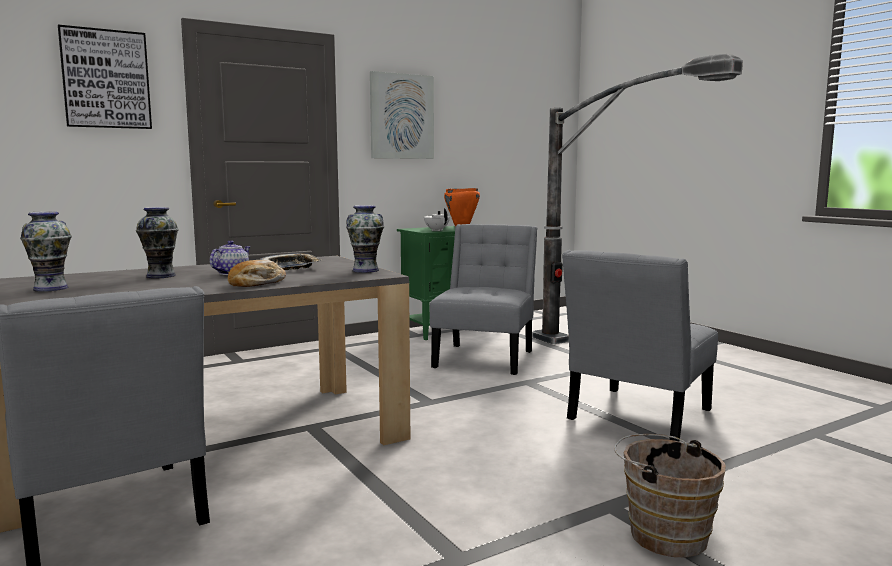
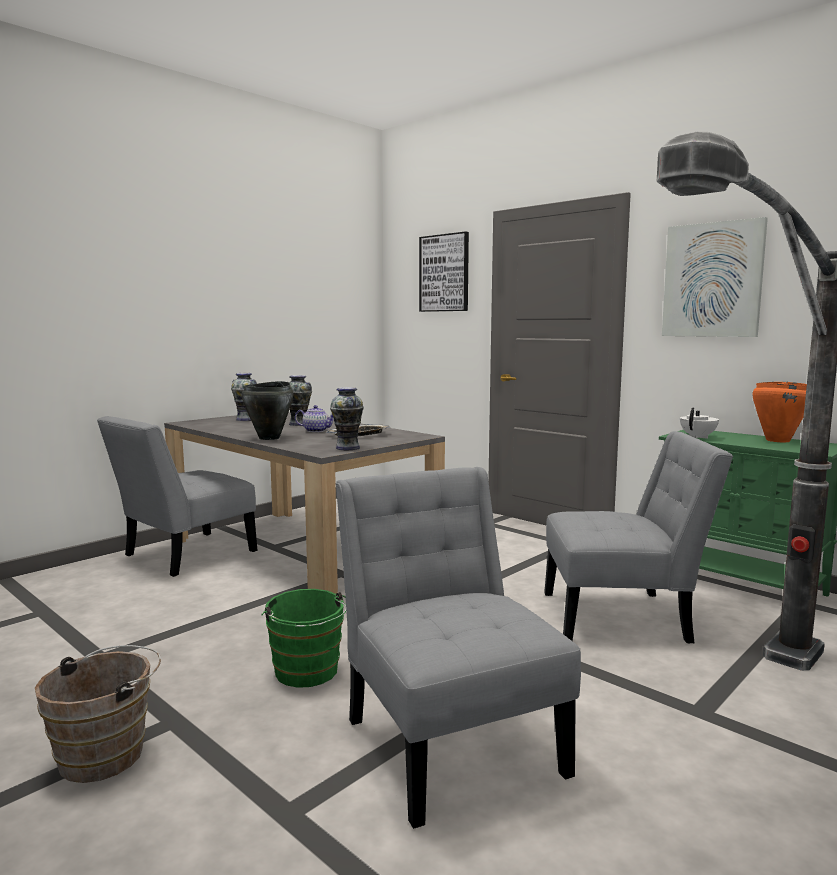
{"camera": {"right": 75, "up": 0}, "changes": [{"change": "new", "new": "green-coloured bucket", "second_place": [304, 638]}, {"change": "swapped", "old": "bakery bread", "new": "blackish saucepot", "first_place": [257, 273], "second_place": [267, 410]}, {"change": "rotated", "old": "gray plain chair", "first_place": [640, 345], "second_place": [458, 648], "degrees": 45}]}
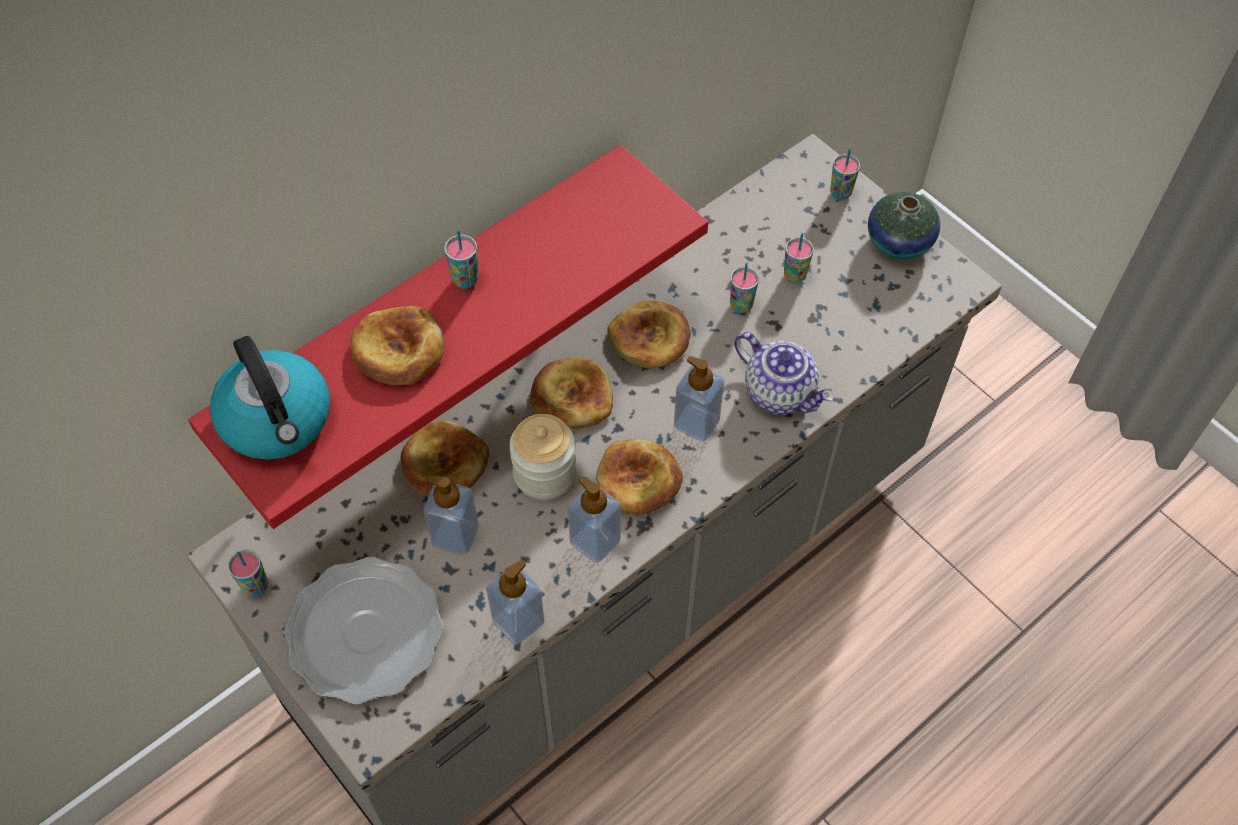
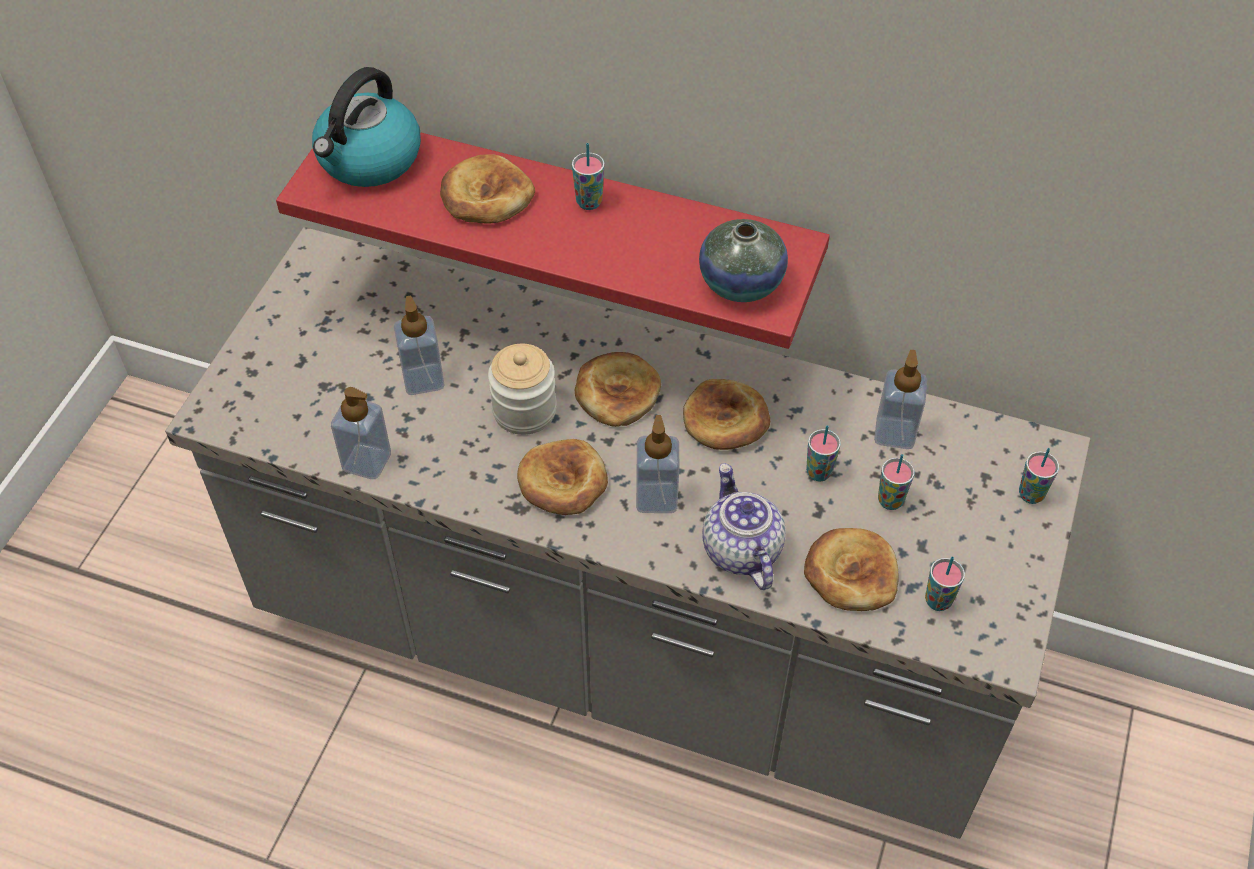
{"camera": {"right": 60, "up": -5}, "changes": [{"change": "gone", "old": "flat dish", "first_place": [363, 631]}, {"change": "shifted", "old": "small cup", "first_place": [248, 572], "second_place": [945, 583]}, {"change": "shifted", "old": "bakery bread", "first_place": [445, 458], "second_place": [851, 569]}, {"change": "shifted", "old": "soap bottle", "first_place": [594, 520], "second_place": [900, 399]}, {"change": "shifted", "old": "decorative vase", "first_place": [904, 226], "second_place": [743, 260]}, {"change": "rotated", "old": "tea pot", "first_place": [784, 373], "second_place": [744, 526], "degrees": 150}]}
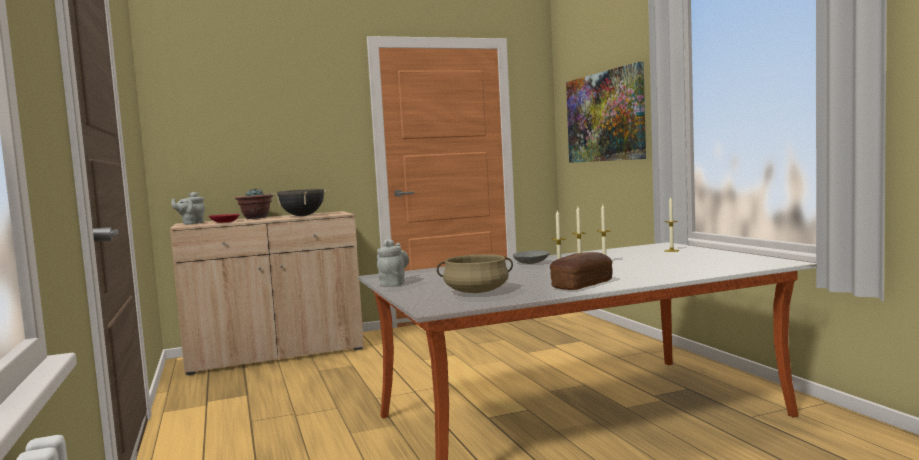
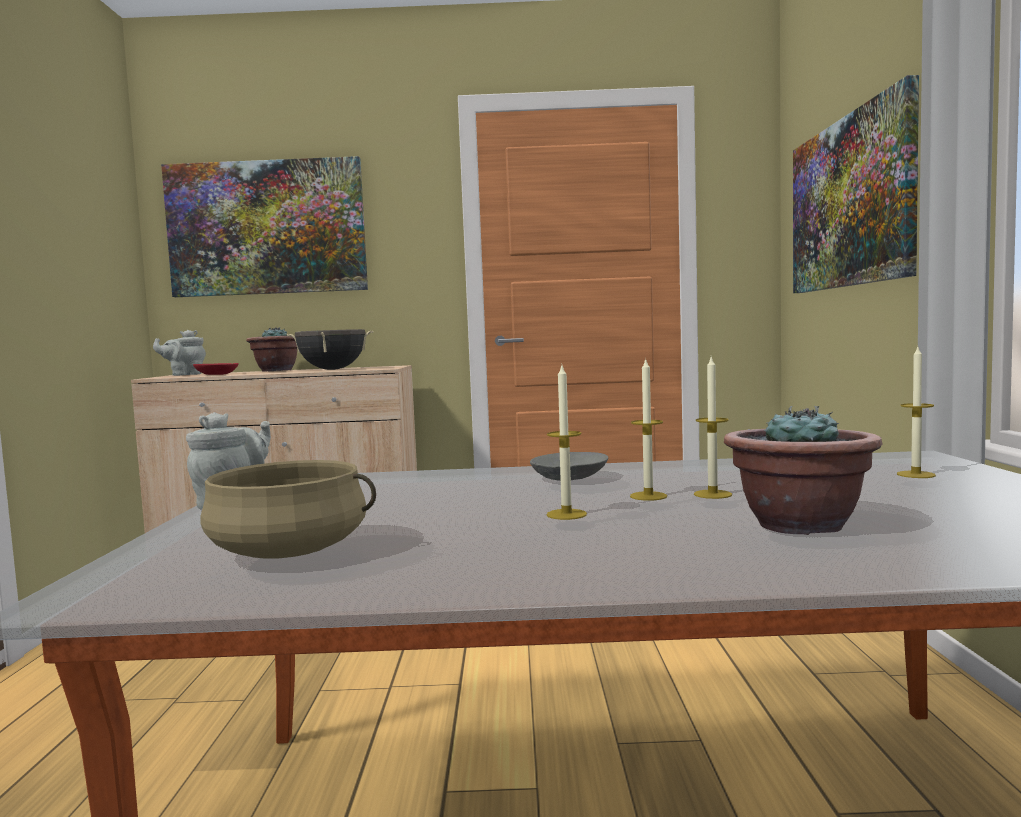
{"camera": {"right": 20, "up": 0}, "changes": [{"change": "gone", "old": "bakery bread", "first_place": [581, 271]}, {"change": "new", "new": "wall art", "second_place": [264, 226]}, {"change": "new", "new": "potted plant", "second_place": [803, 470]}]}
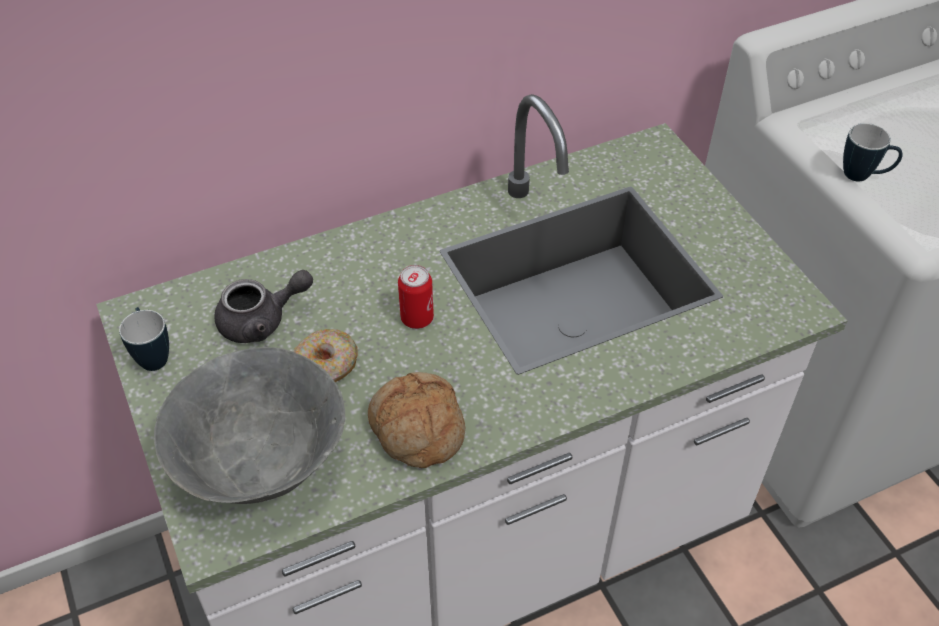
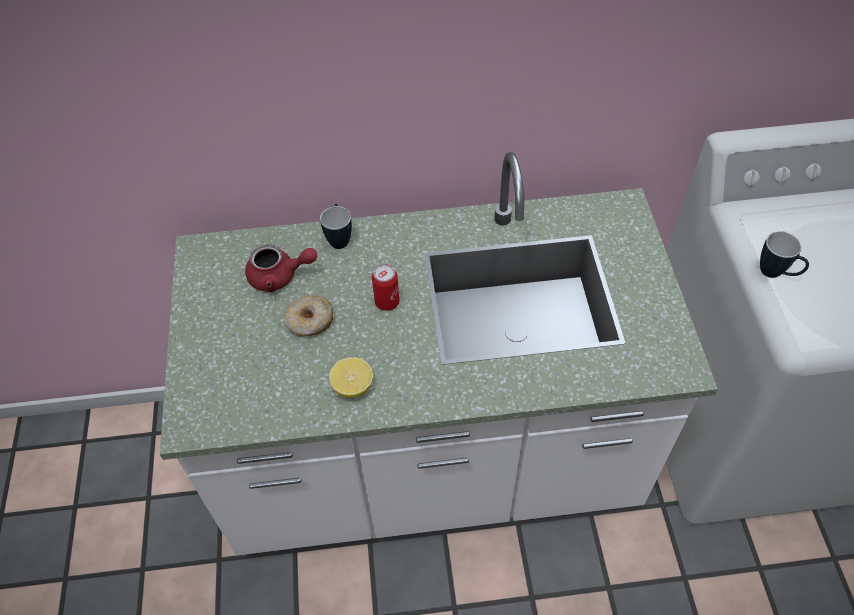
{"camera": {"right": 20, "up": 5}, "changes": [{"change": "gone", "old": "gray bowl", "first_place": [249, 425]}, {"change": "shifted", "old": "mug", "first_place": [144, 339], "second_place": [336, 226]}, {"change": "swapped", "old": "bakery bread", "new": "whole lemon", "first_place": [416, 420], "second_place": [351, 377]}, {"change": "repainted", "old": "gray tea pot", "new": "reddish tea pot", "first_place": [263, 306], "second_place": [281, 268]}]}
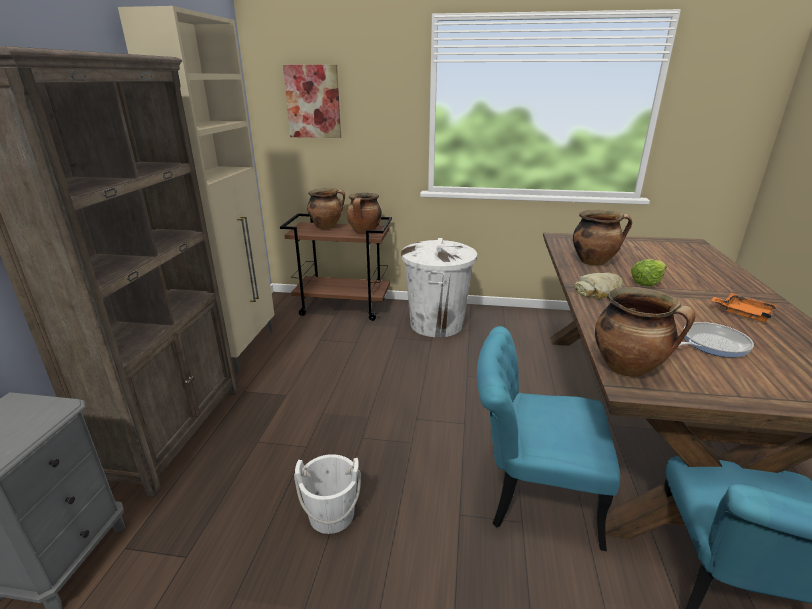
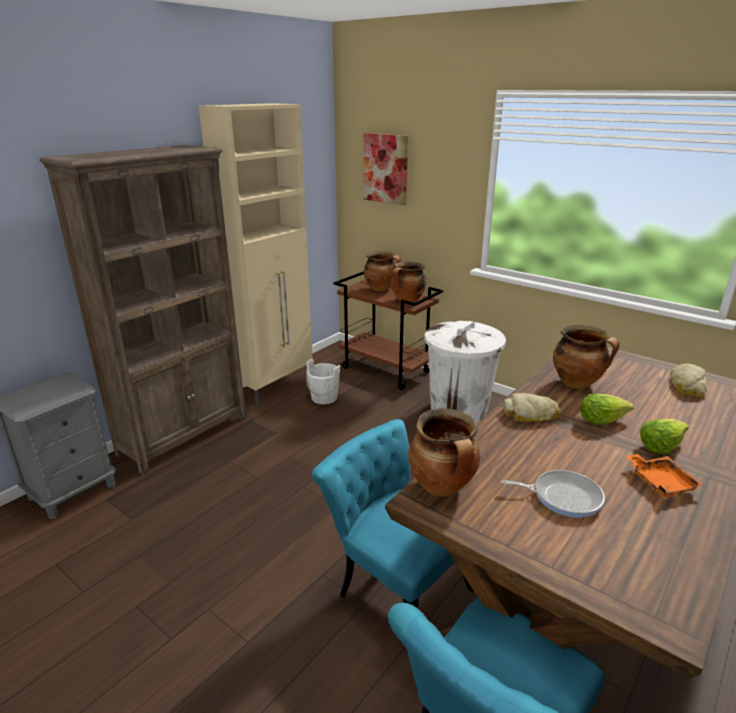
{"camera": {"right": 30, "up": 0}, "changes": [{"change": "new", "new": "lettuce", "second_place": [664, 436]}, {"change": "new", "new": "bakery bread", "second_place": [689, 380]}, {"change": "shifted", "old": "whitish bucket", "first_place": [327, 494], "second_place": [323, 381]}]}
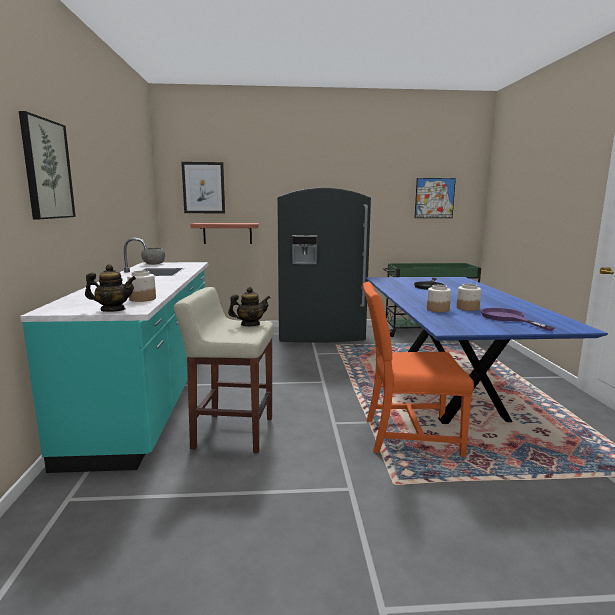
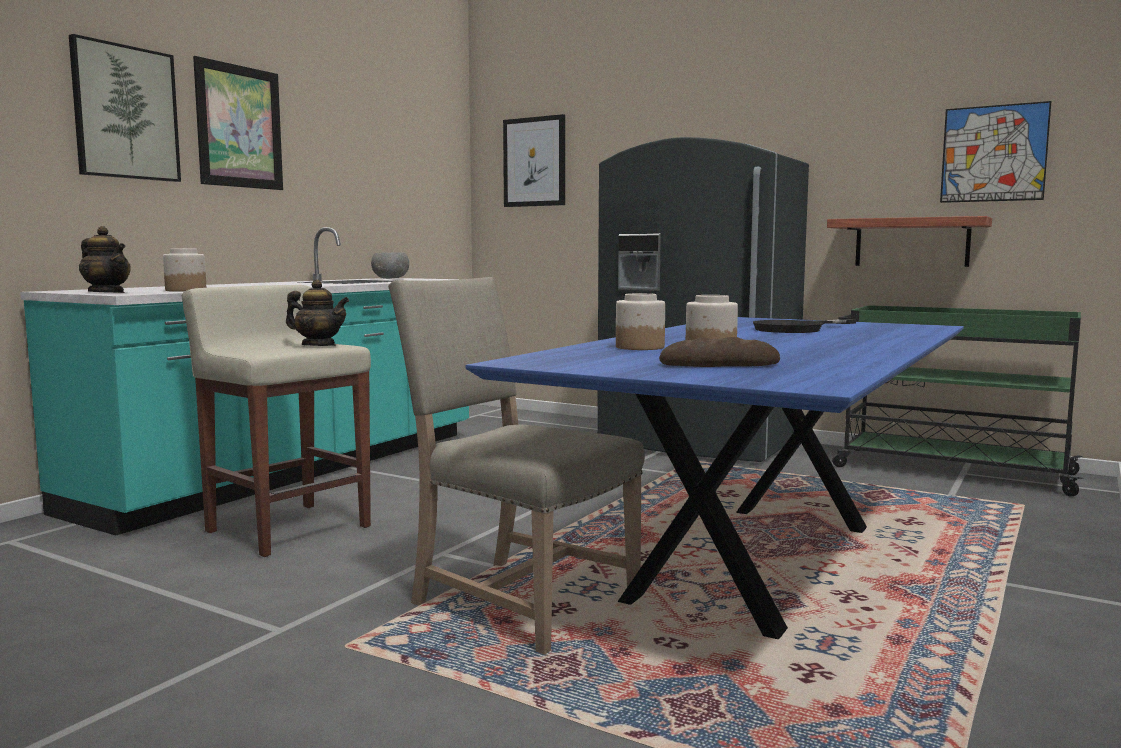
{"camera": {"right": 35, "up": -5}, "changes": [{"change": "new", "new": "wall art", "second_place": [238, 123]}, {"change": "shifted", "old": "bracket shelf", "first_place": [225, 233], "second_place": [909, 241]}, {"change": "swapped", "old": "purple-coloured skillet", "new": "bakery bread", "first_place": [517, 319], "second_place": [719, 352]}, {"change": "repainted", "old": "orange-coloured plain chair", "new": "beige plain chair", "first_place": [418, 369], "second_place": [516, 466]}]}
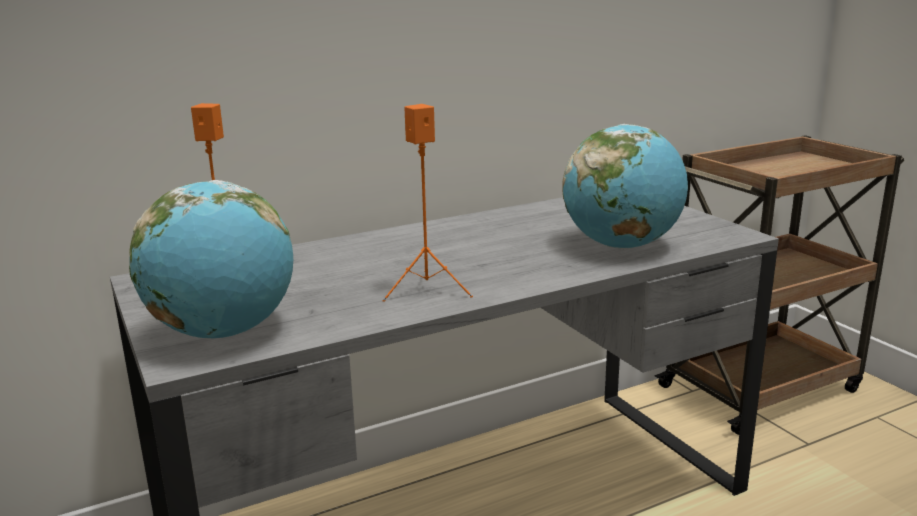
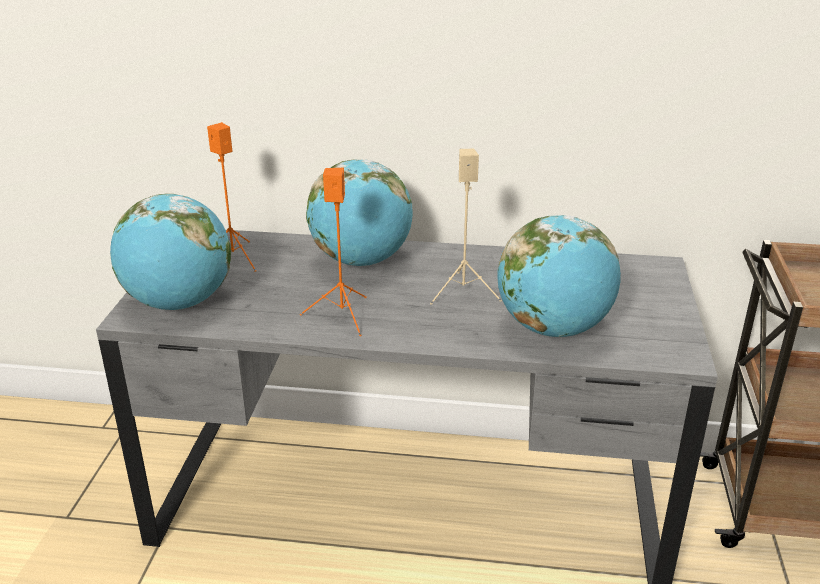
{"camera": {"right": 35, "up": 10}, "changes": [{"change": "new", "new": "globe", "second_place": [359, 212]}, {"change": "new", "new": "beige audio speaker", "second_place": [466, 227]}]}
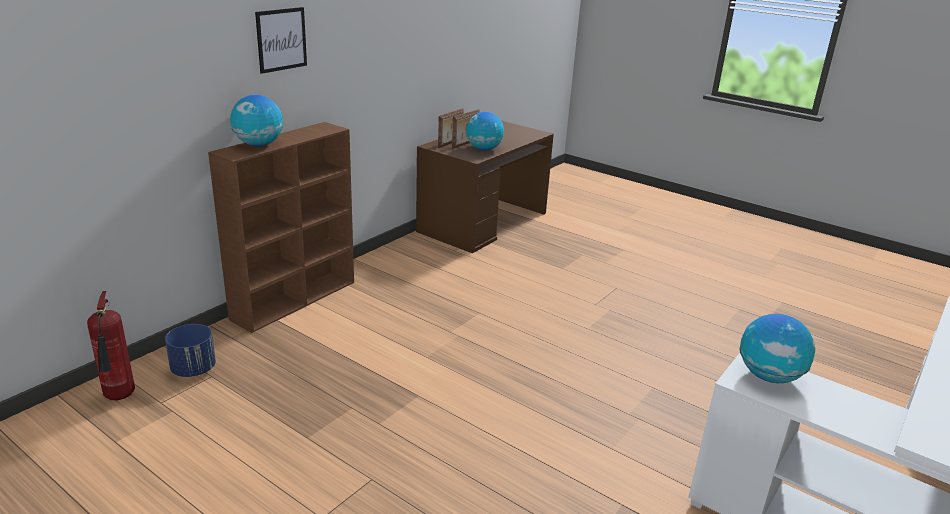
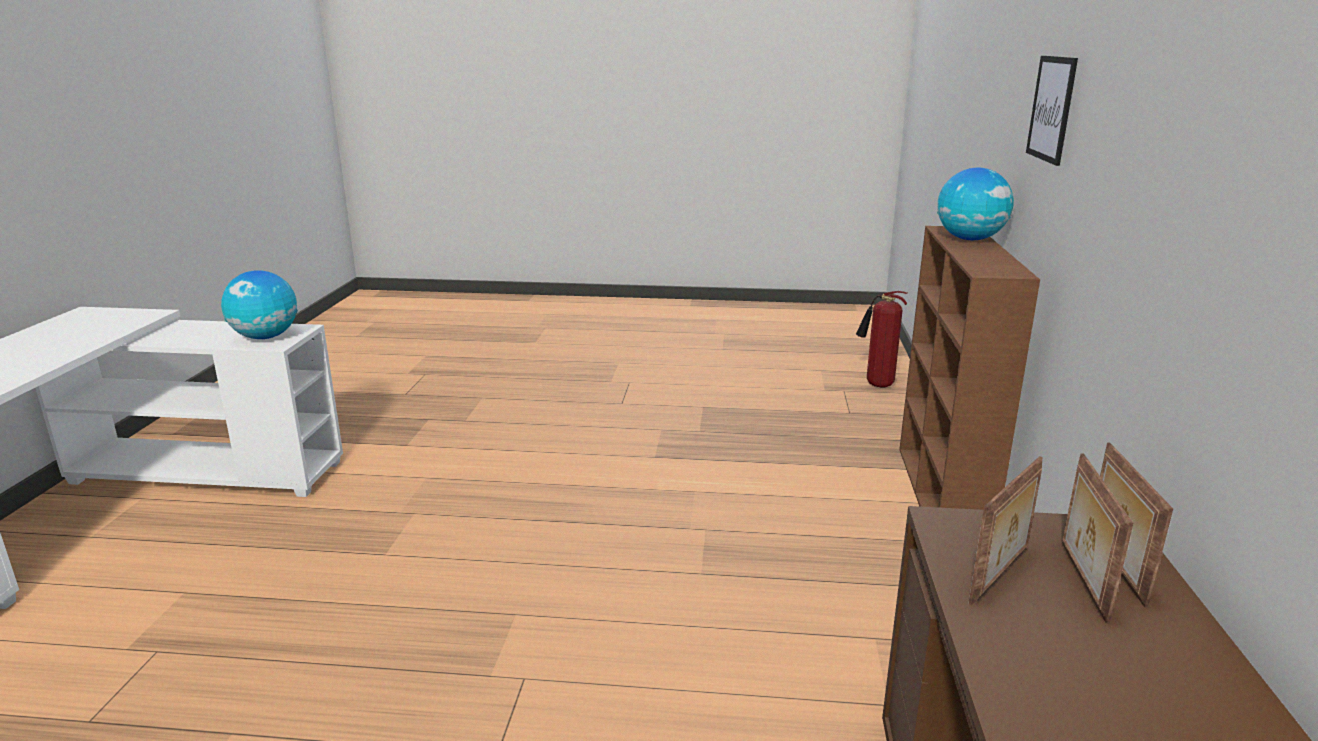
{"camera": {"right": 150, "up": -5}, "changes": [{"change": "gone", "old": "blue-coloured plant pot", "first_place": [190, 350]}, {"change": "swapped", "old": "globe", "new": "picture frame", "first_place": [485, 131], "second_place": [1005, 531]}]}
